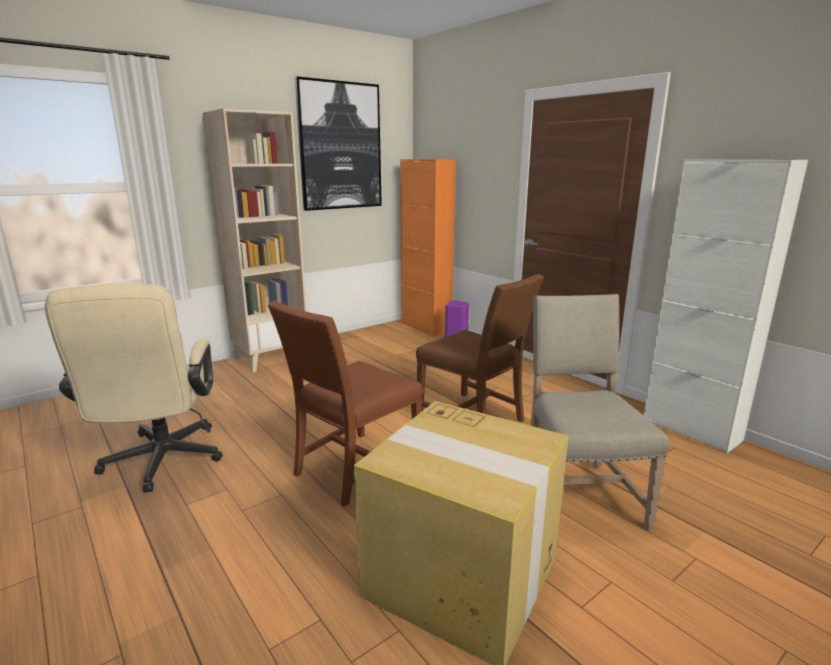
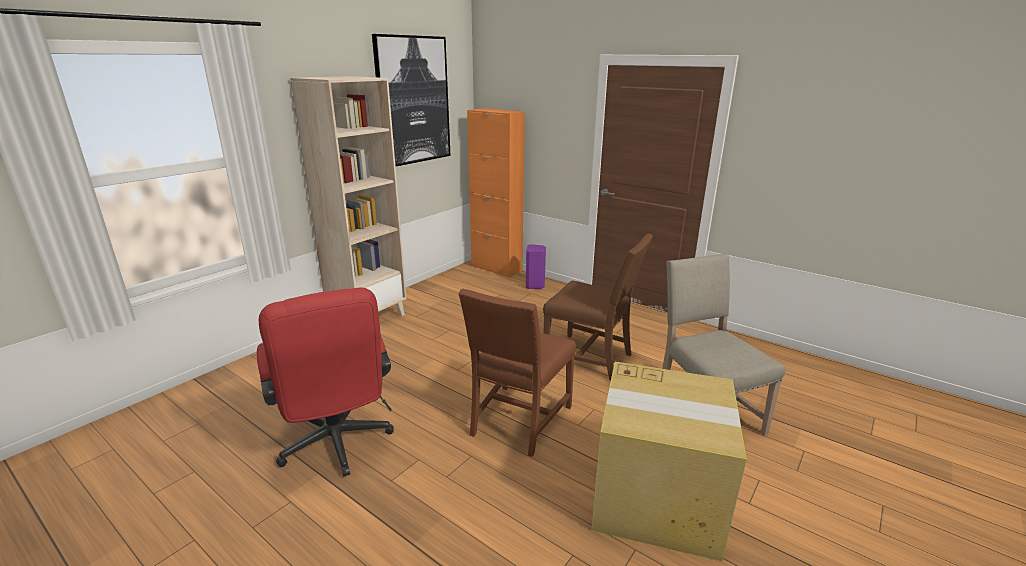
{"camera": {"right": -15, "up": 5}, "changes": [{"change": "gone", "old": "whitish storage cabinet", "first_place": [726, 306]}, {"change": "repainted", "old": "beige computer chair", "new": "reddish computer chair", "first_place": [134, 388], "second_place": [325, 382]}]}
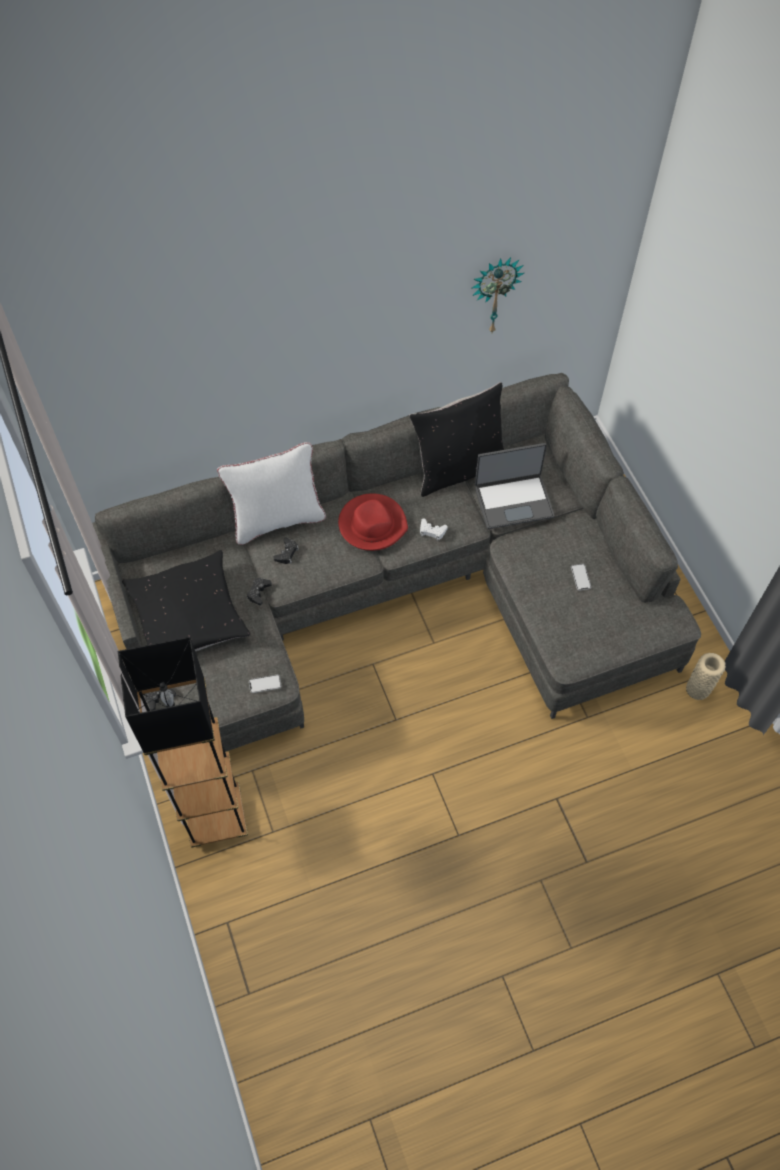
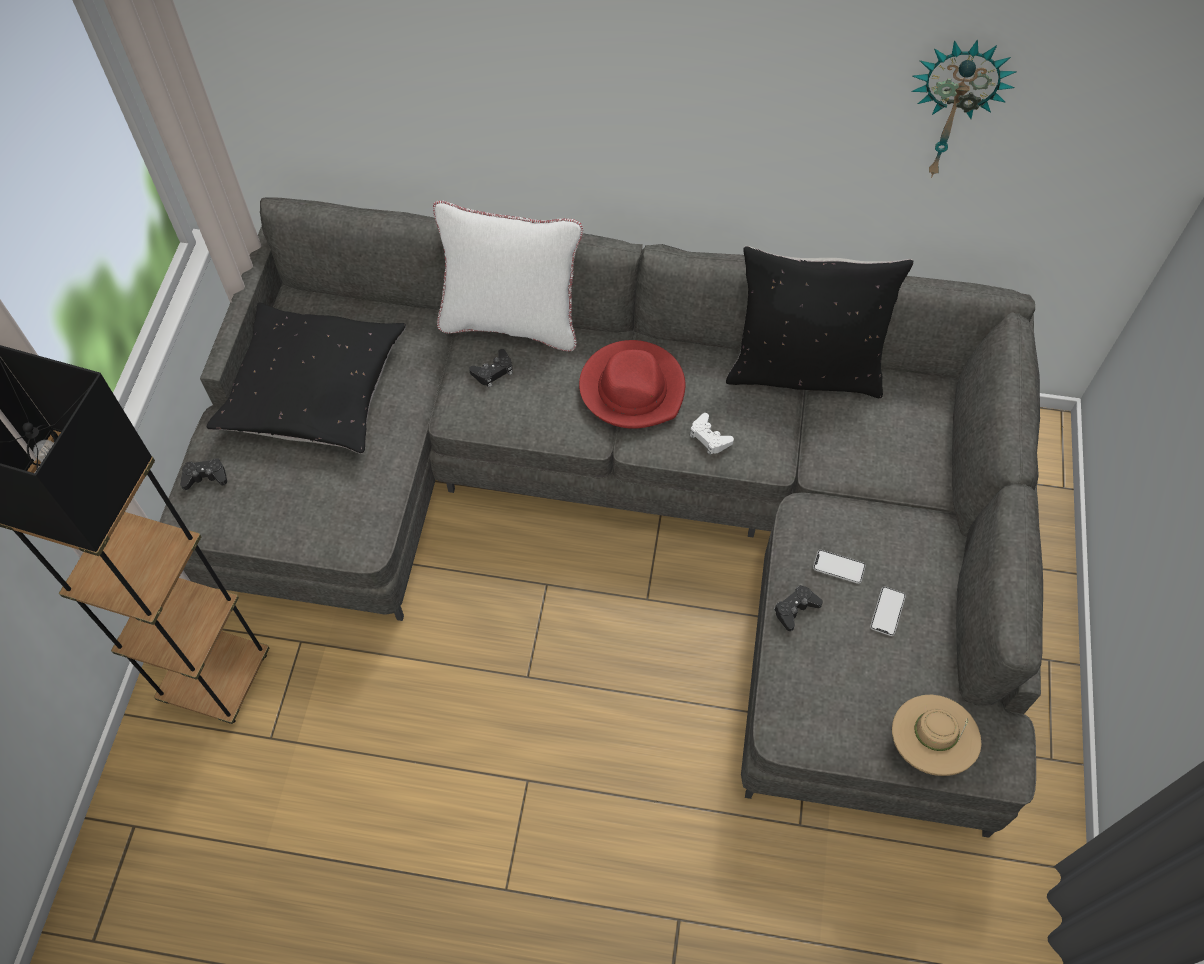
{"camera": {"right": 30, "up": 0}, "changes": [{"change": "gone", "old": "notebook computer", "first_place": [514, 486]}, {"change": "gone", "old": "beige decorative vase", "first_place": [706, 676]}, {"change": "new", "new": "beige clothing hat", "second_place": [936, 735]}, {"change": "shifted", "old": "blackish joypad", "first_place": [259, 591], "second_place": [798, 608]}, {"change": "shifted", "old": "handset", "first_place": [265, 684], "second_place": [839, 567]}]}
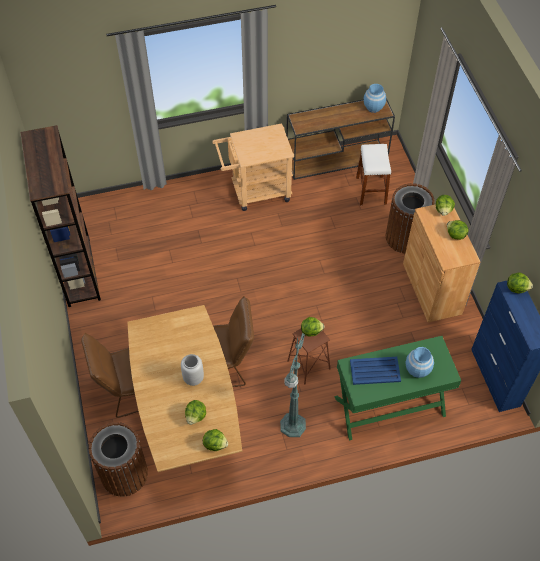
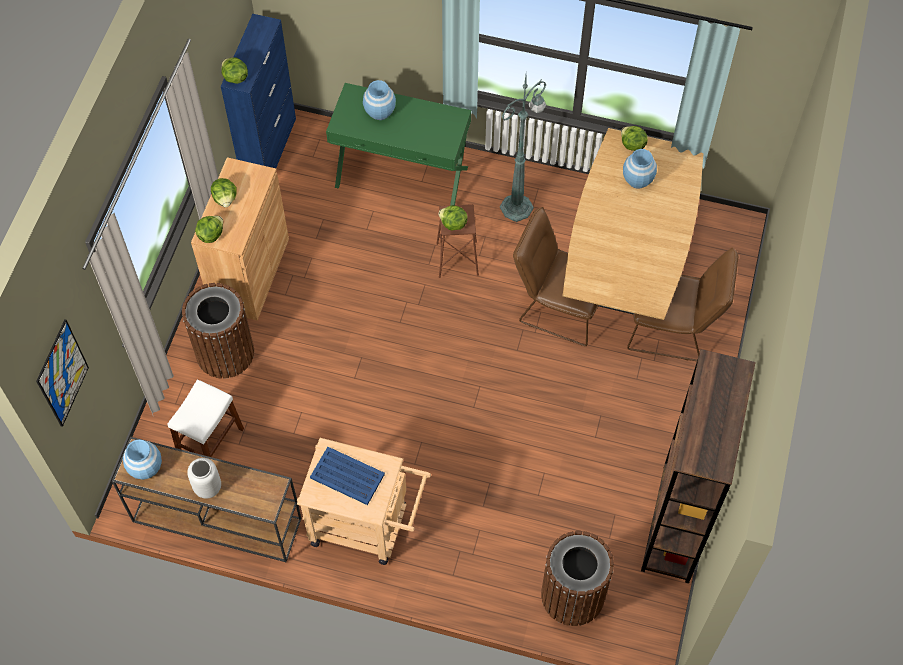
{"camera": {"right": -150, "up": 5}, "changes": [{"change": "new", "new": "wall art", "second_place": [62, 373]}, {"change": "shifted", "old": "brown rubbish bin", "first_place": [118, 459], "second_place": [577, 578]}, {"change": "shifted", "old": "gray decorative vase", "first_place": [192, 370], "second_place": [204, 478]}, {"change": "shifted", "old": "blue-coloured serving tray", "first_place": [375, 371], "second_place": [347, 476]}, {"change": "swapped", "old": "lettuce", "new": "blue-coloured decorative vase", "first_place": [195, 412], "second_place": [640, 169]}]}
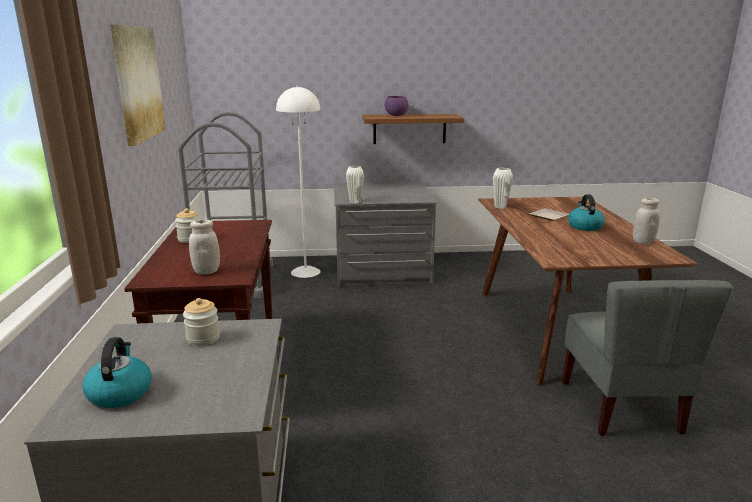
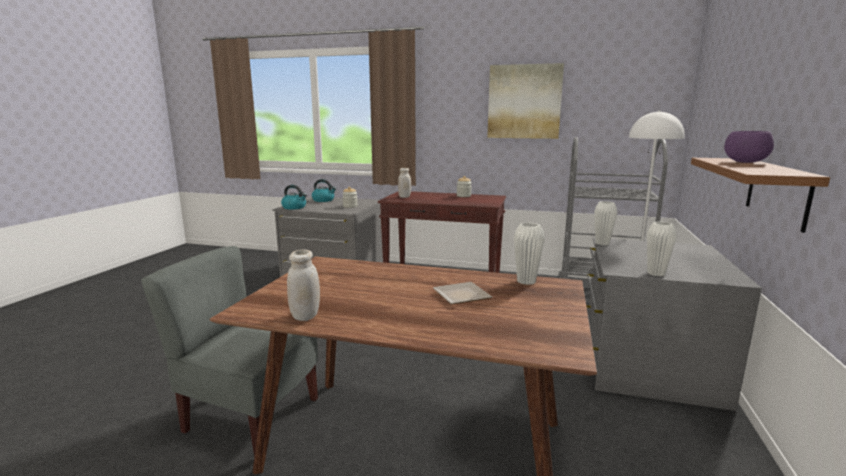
{"camera": {"right": 110, "up": -5}, "changes": [{"change": "new", "new": "whitish decorative vase", "second_place": [662, 249]}, {"change": "shifted", "old": "kettle", "first_place": [586, 212], "second_place": [294, 197]}]}
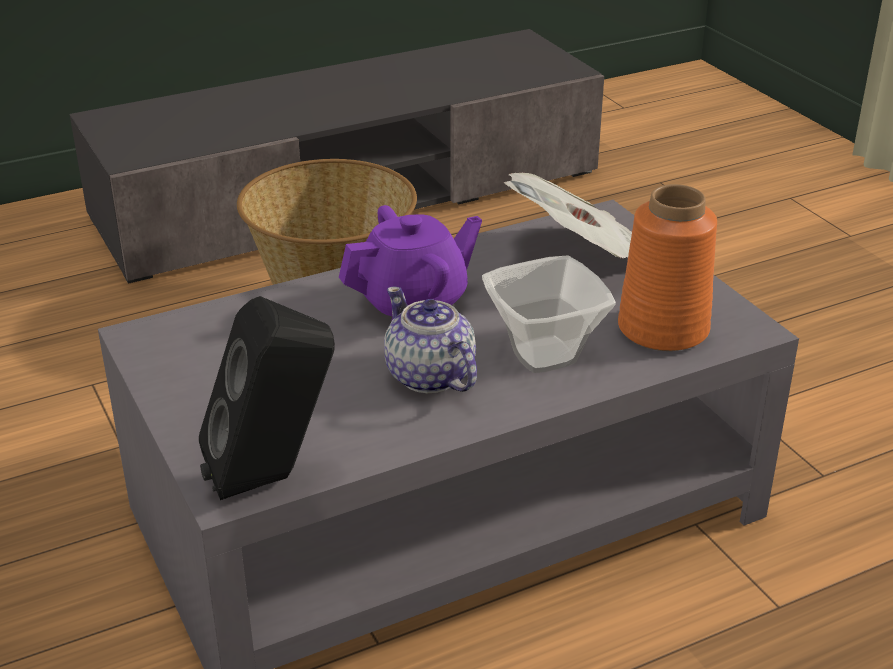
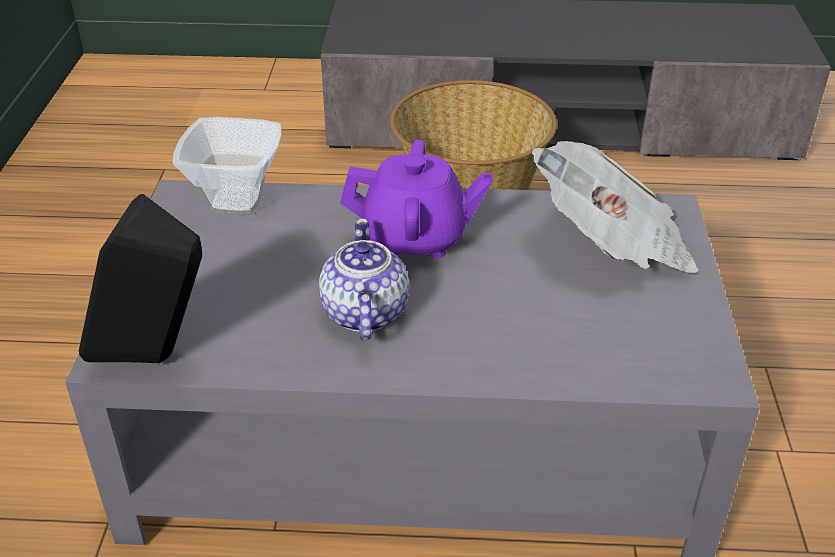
{"camera": {"right": 30, "up": 5}, "changes": [{"change": "gone", "old": "orange-coloured decorative vase", "first_place": [667, 267]}, {"change": "shifted", "old": "bowl", "first_place": [549, 314], "second_place": [227, 166]}]}
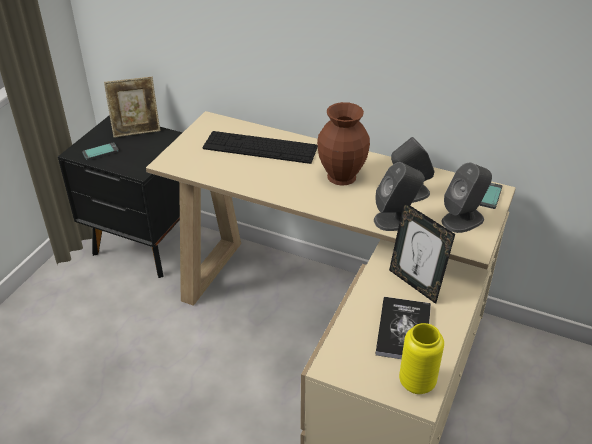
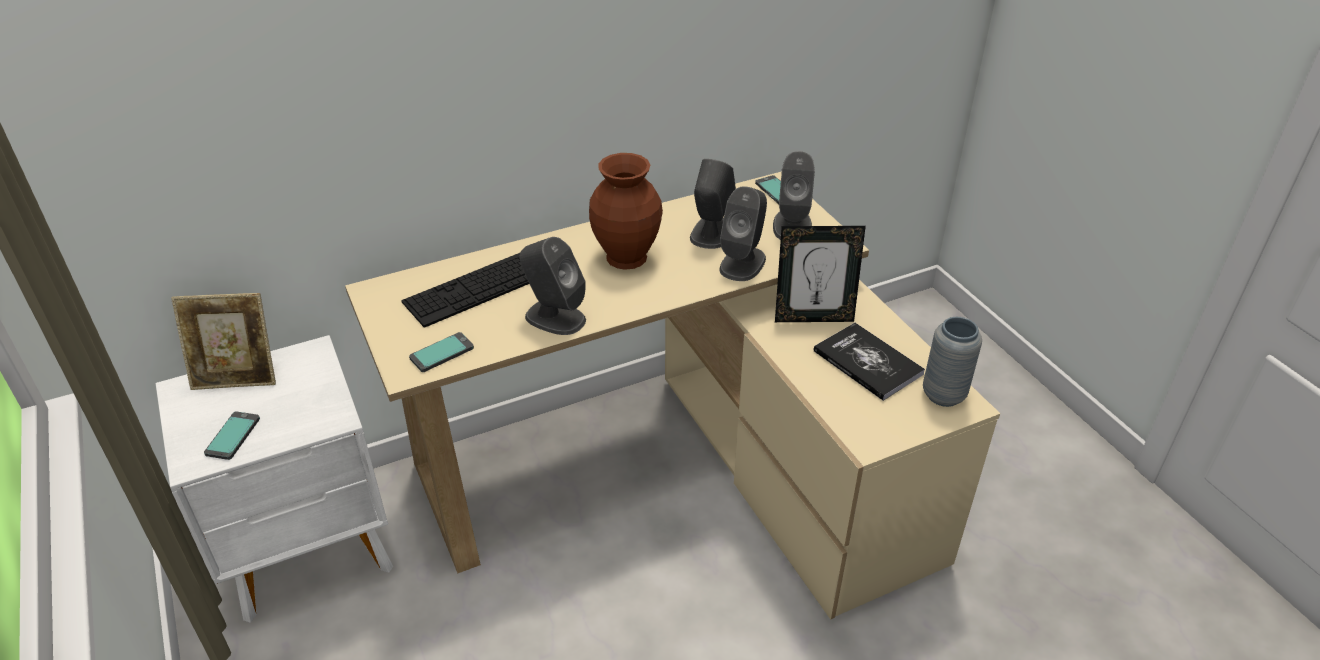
{"camera": {"right": -50, "up": 0}, "changes": [{"change": "new", "new": "handset", "second_place": [441, 352]}, {"change": "new", "new": "gray audio speaker", "second_place": [552, 286]}, {"change": "repainted", "old": "blackish nightstand", "new": "whitish nightstand", "first_place": [120, 196], "second_place": [274, 479]}, {"change": "repainted", "old": "yellow-coloured decorative vase", "new": "gray decorative vase", "first_place": [421, 358], "second_place": [952, 362]}, {"change": "rotated", "old": "picture frame", "first_place": [132, 107], "second_place": [223, 341], "degrees": 60}]}
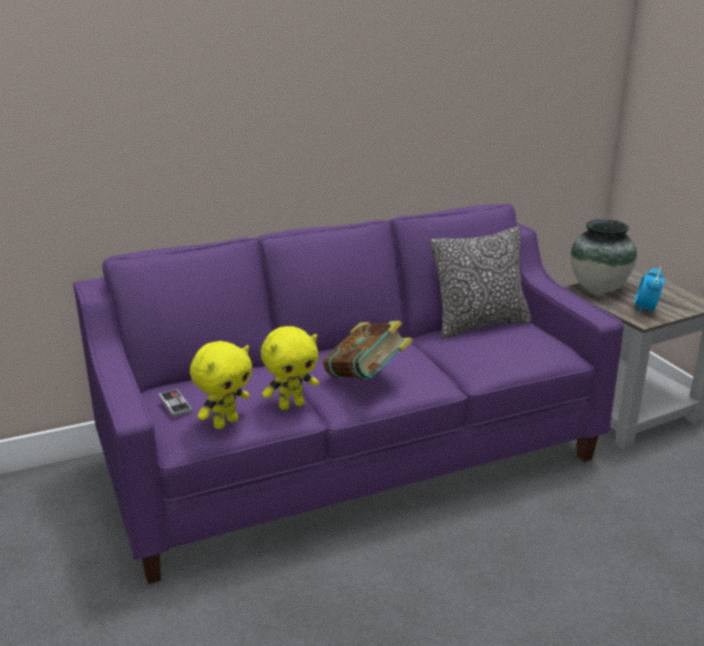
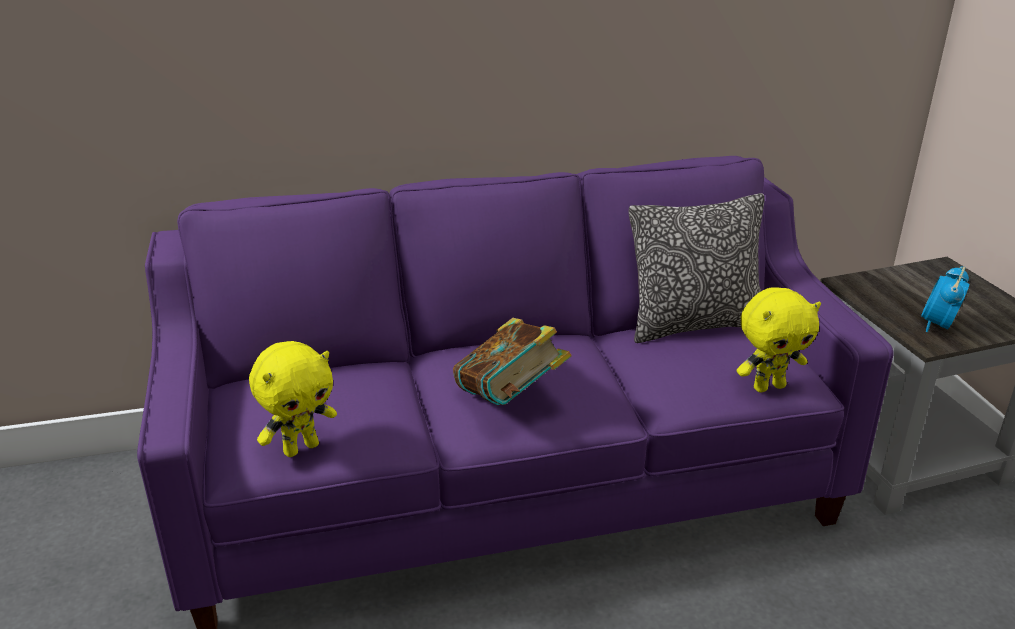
{"camera": {"right": 10, "up": 5}, "changes": [{"change": "gone", "old": "joypad", "first_place": [175, 403]}, {"change": "gone", "old": "decorative vase", "first_place": [604, 256]}, {"change": "shifted", "old": "yellow-coloured cuddly toy", "first_place": [290, 368], "second_place": [779, 340]}]}
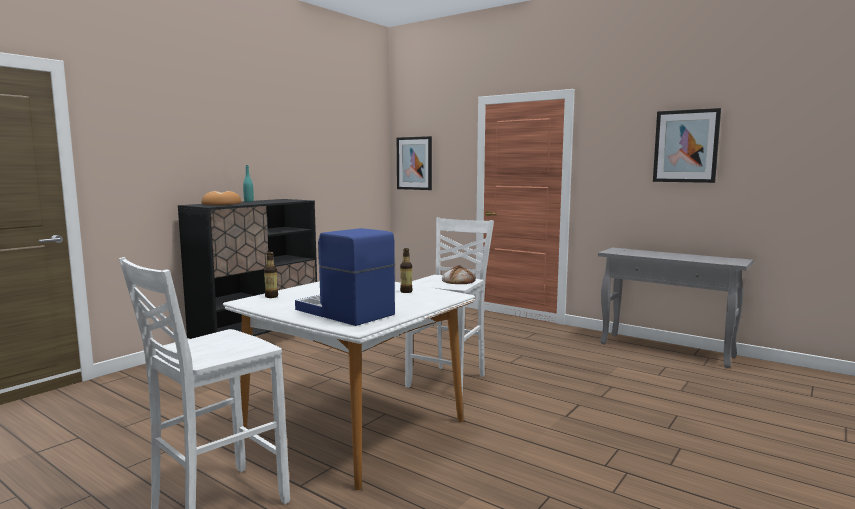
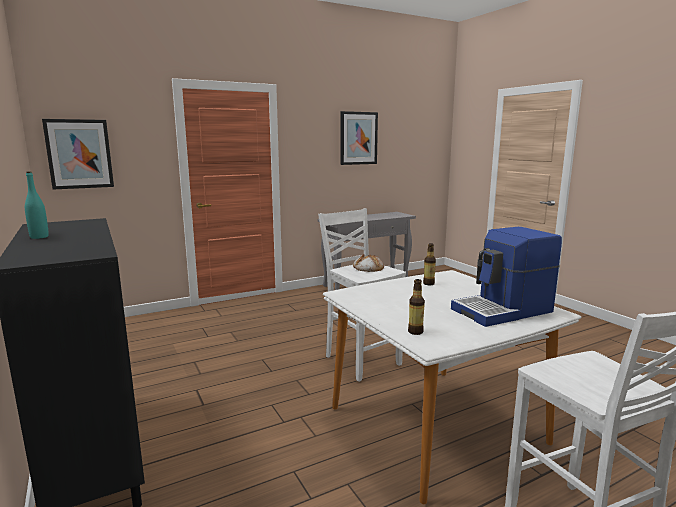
{"camera": {"right": -65, "up": 5}, "changes": [{"change": "gone", "old": "bakery bread", "first_place": [221, 198]}]}
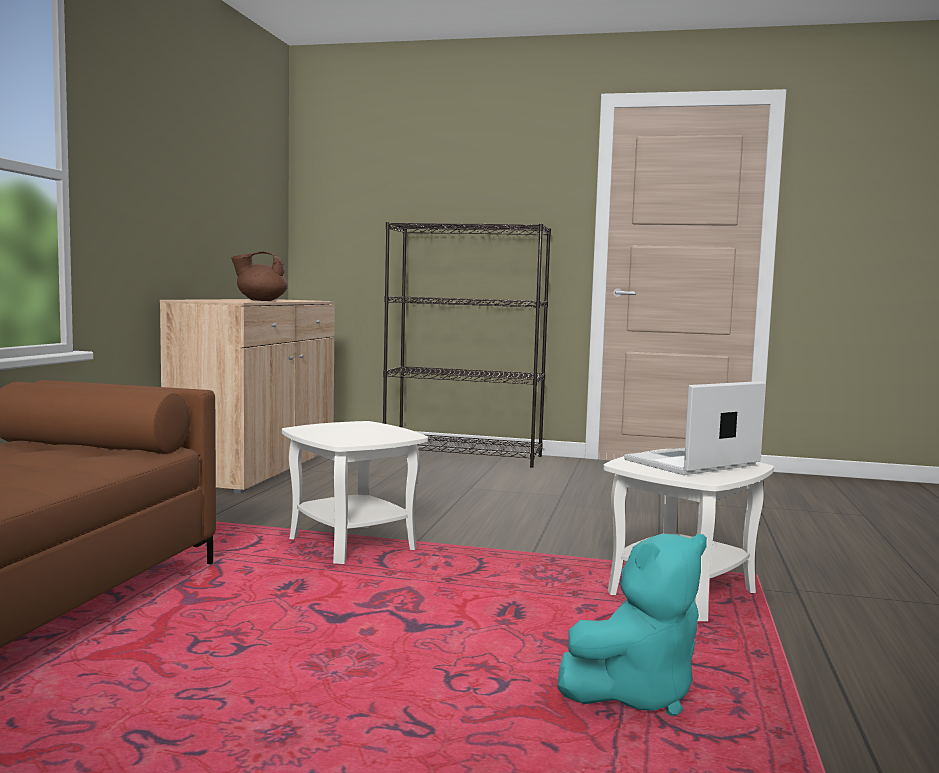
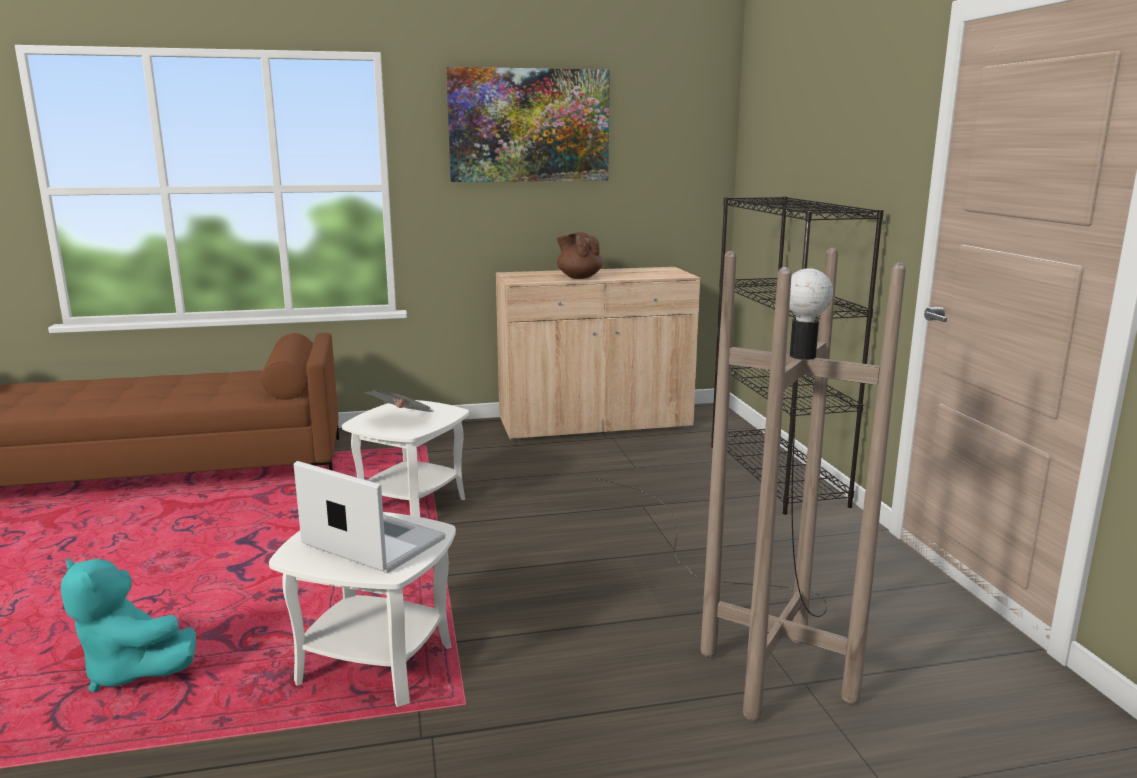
{"camera": {"right": 65, "up": 10}, "changes": [{"change": "new", "new": "printed paper", "second_place": [398, 401]}, {"change": "new", "new": "wall art", "second_place": [528, 124]}, {"change": "new", "new": "brown standard lamp", "second_place": [751, 485]}]}
